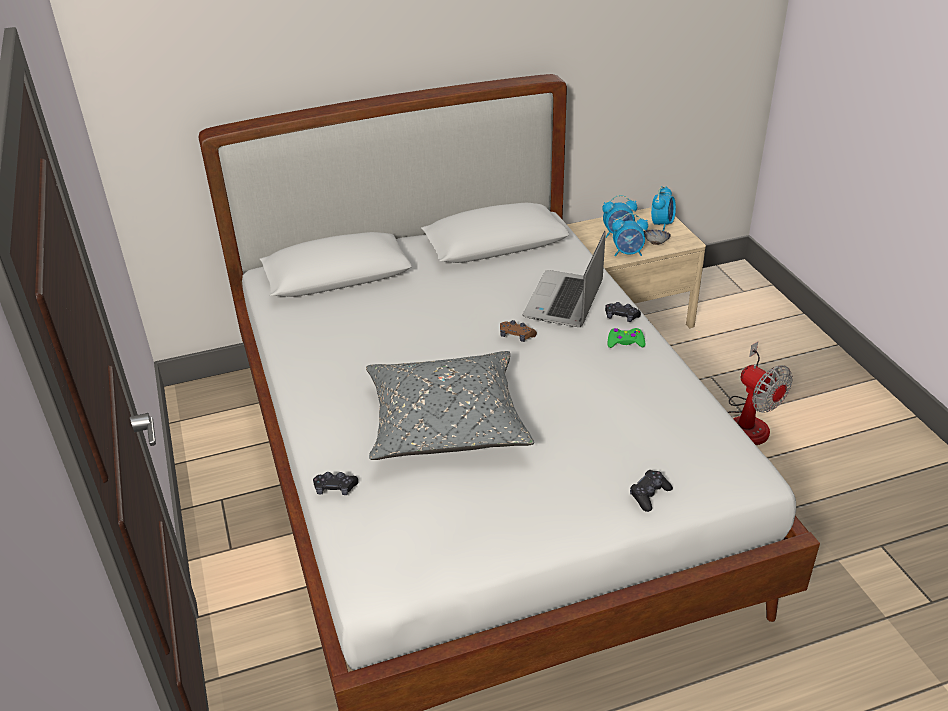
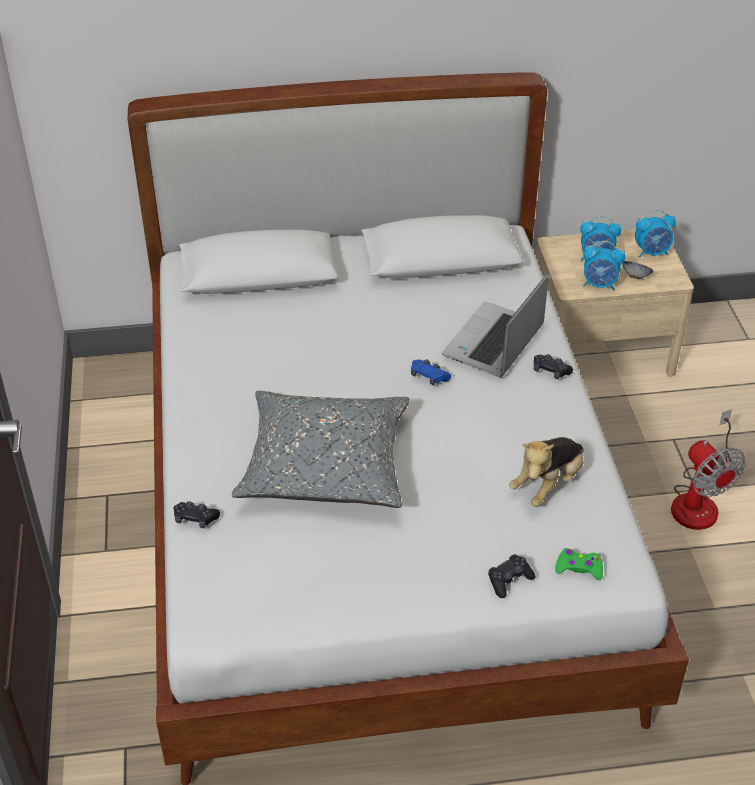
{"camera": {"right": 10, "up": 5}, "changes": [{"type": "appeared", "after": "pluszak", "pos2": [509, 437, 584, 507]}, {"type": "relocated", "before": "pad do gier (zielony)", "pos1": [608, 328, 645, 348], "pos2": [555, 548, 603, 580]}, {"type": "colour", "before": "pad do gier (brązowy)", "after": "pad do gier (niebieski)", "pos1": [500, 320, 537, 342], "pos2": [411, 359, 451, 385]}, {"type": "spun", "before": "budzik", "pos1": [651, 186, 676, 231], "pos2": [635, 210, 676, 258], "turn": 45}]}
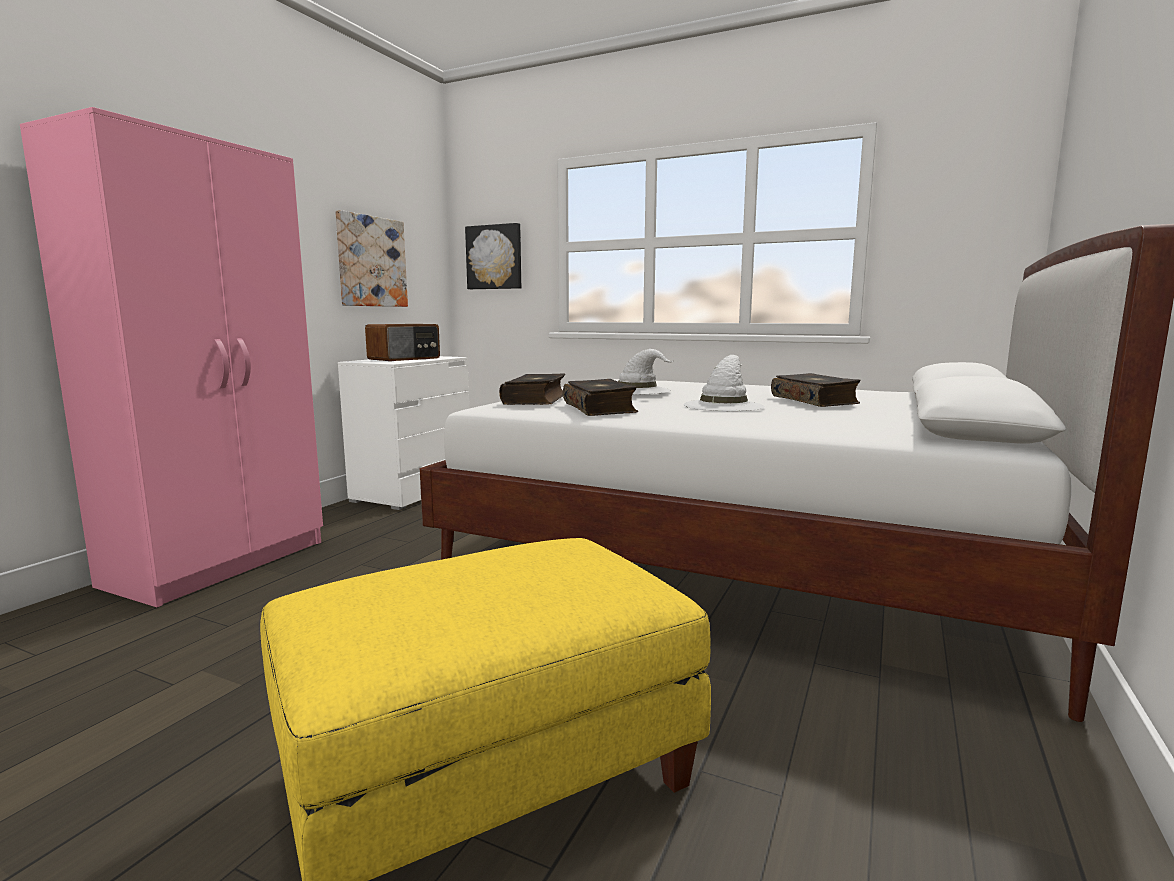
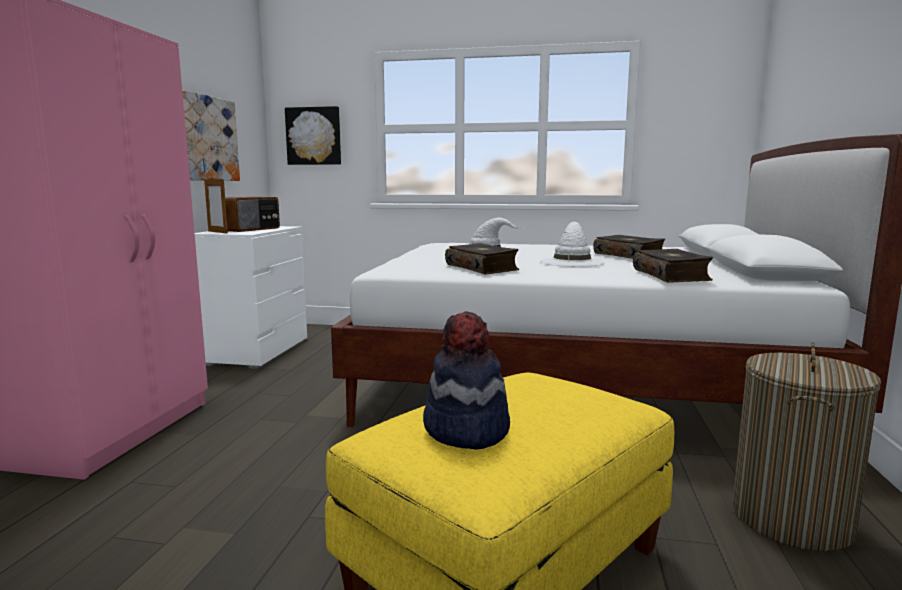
{"camera": {"right": -15, "up": 0}, "changes": [{"type": "appeared", "after": "ramka na zdjęcie", "pos2": [204, 178, 228, 234]}, {"type": "appeared", "after": "kapelusz", "pos2": [423, 311, 510, 450]}, {"type": "appeared", "after": "kosz na pranie", "pos2": [733, 342, 881, 551]}, {"type": "relocated", "before": "książka", "pos1": [499, 374, 565, 405], "pos2": [633, 249, 713, 282]}]}
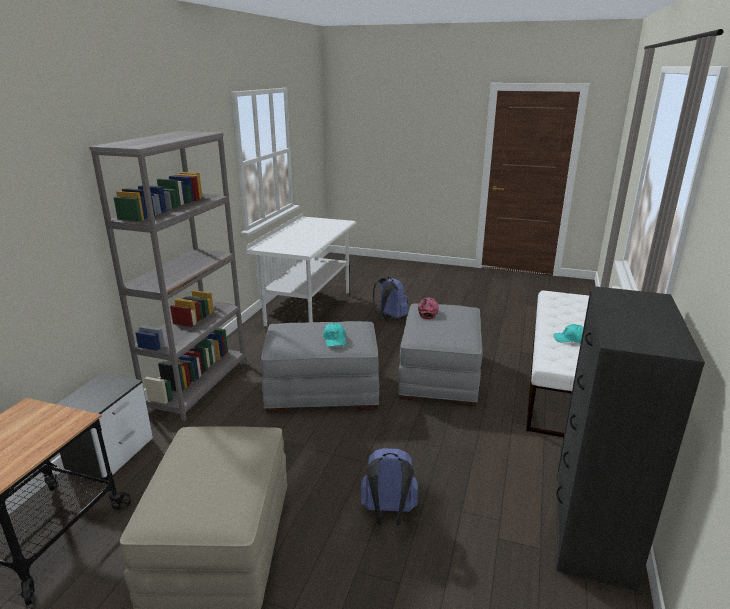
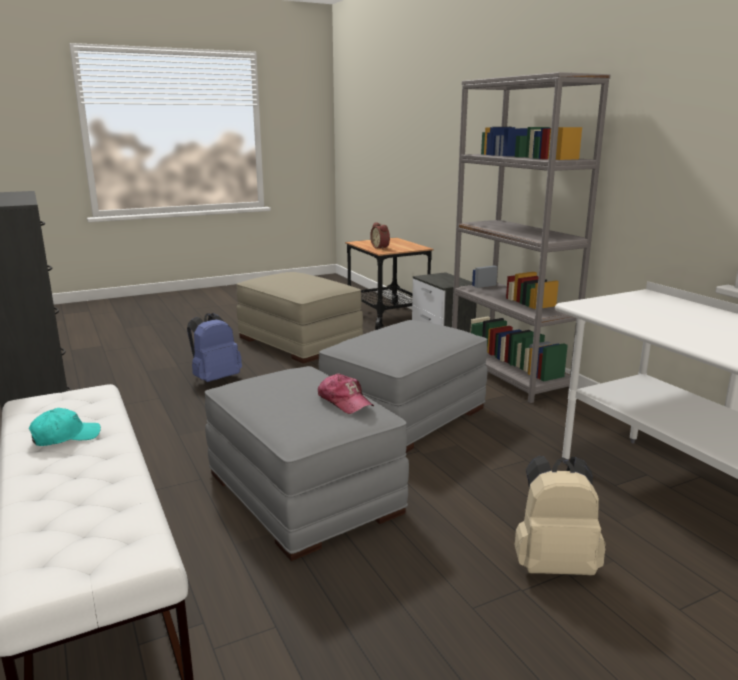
{"camera": {"right": 135, "up": -5}, "changes": [{"type": "missing", "before": "czapka z daszkiem (turkusowy)", "pos1": [323, 323, 346, 347]}, {"type": "appeared", "after": "budzik", "pos2": [370, 222, 390, 249]}, {"type": "colour", "before": "plecak (niebieski)", "after": "plecak (beżowy)", "pos1": [373, 277, 408, 322], "pos2": [515, 456, 606, 575]}]}
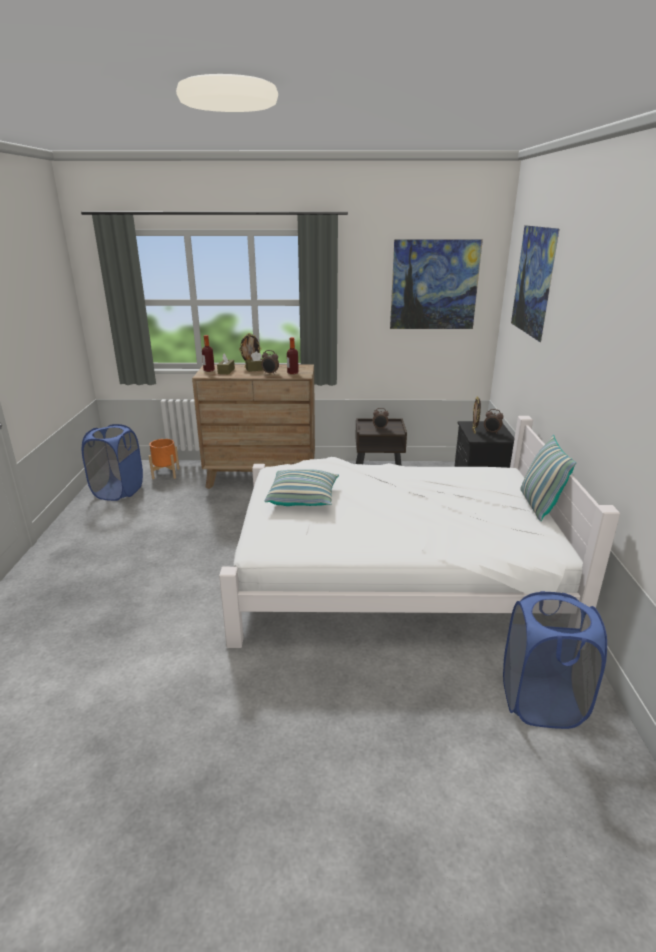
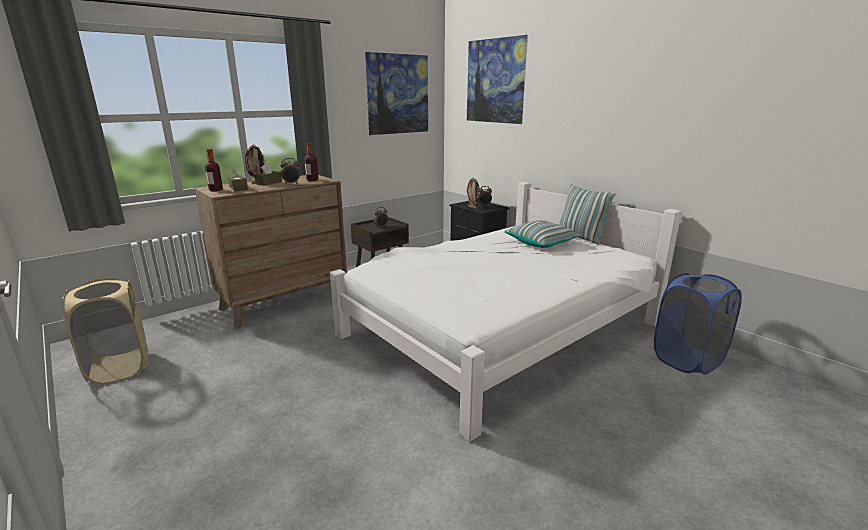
{"camera": {"right": -40, "up": -5}, "changes": [{"type": "missing", "before": "donica (pomarańczowy)", "pos1": [149, 439, 180, 479]}, {"type": "relocated", "before": "poduszka", "pos1": [265, 470, 339, 506], "pos2": [504, 220, 581, 248]}, {"type": "colour", "before": "kosz na pranie (niebieski)", "after": "kosz na pranie (beżowy)", "pos1": [82, 424, 143, 501], "pos2": [62, 278, 148, 385]}]}
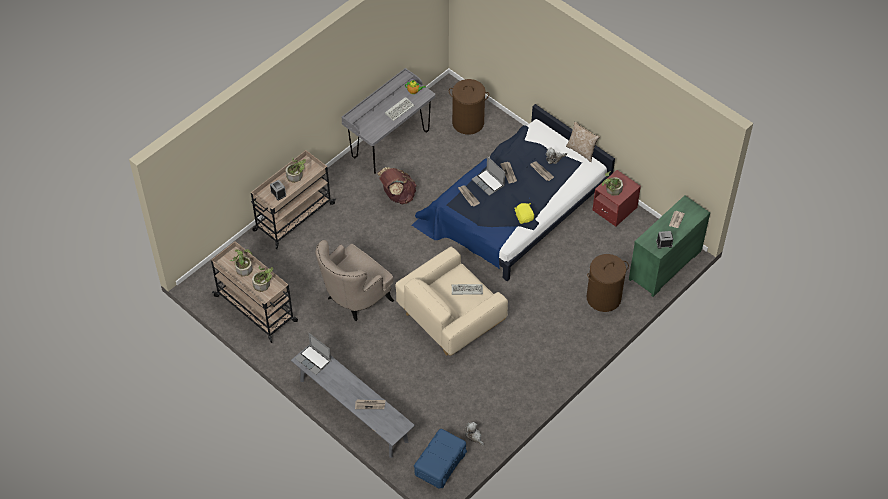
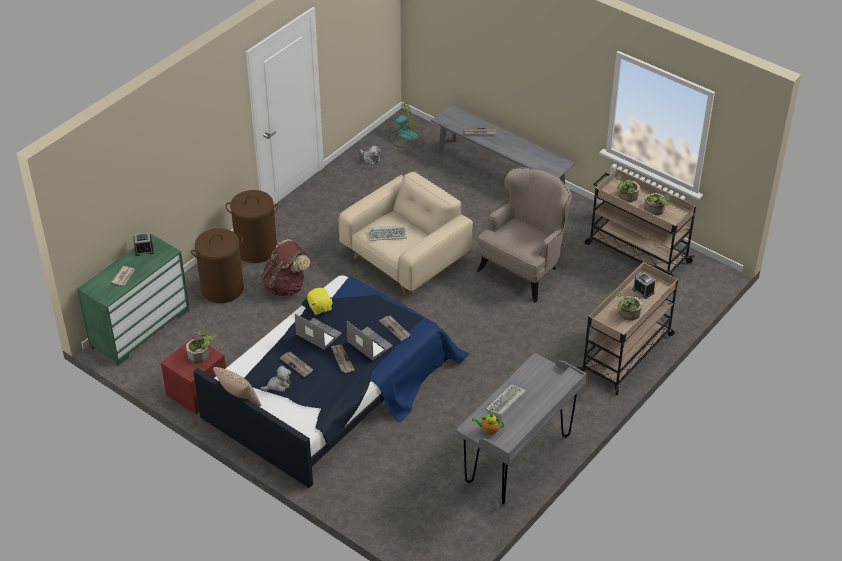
{"camera": {"right": 175, "up": -10}, "changes": [{"type": "relocated", "before": "laptop", "pos1": [295, 333, 331, 375], "pos2": [295, 314, 342, 350]}, {"type": "relocated", "before": "plecak (brązowy)", "pos1": [377, 167, 416, 204], "pos2": [261, 239, 310, 296]}, {"type": "relocated", "before": "kosz na pranie (brązowy)", "pos1": [449, 79, 489, 135], "pos2": [225, 190, 279, 263]}, {"type": "exchanged", "before": "pojemnik do przechowywania (niebieski)", "after": "wentylator", "pos1": [414, 429, 467, 489], "pos2": [387, 103, 418, 148]}]}
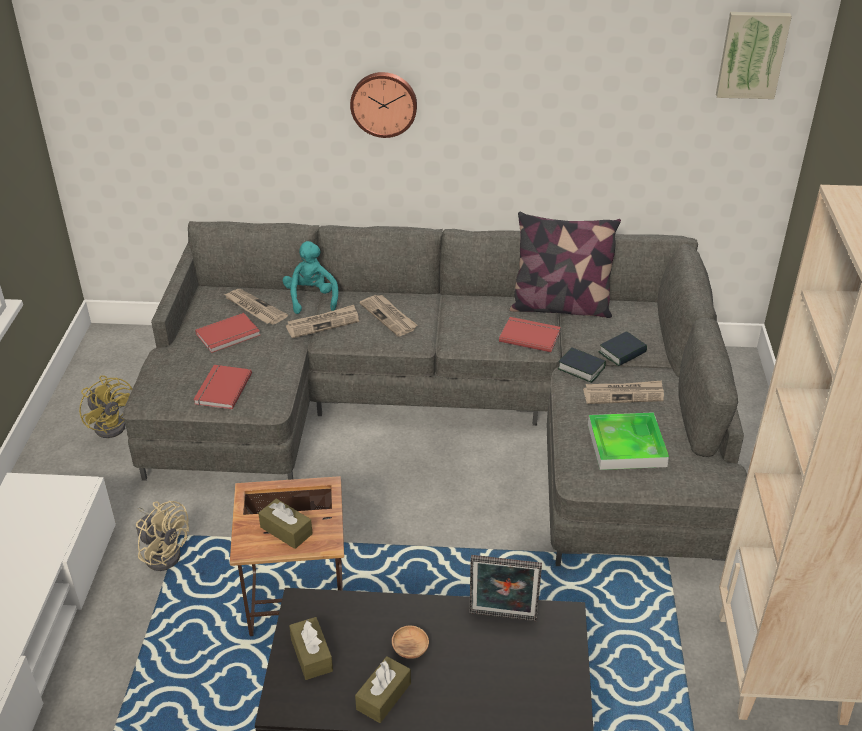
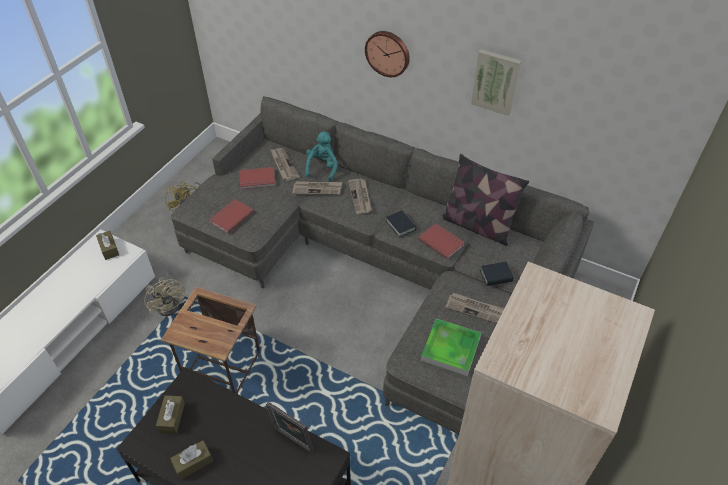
{"camera": {"right": 25, "up": 10}, "changes": [{"type": "missing", "before": "miska (brązowy)", "pos1": [392, 626, 429, 659]}, {"type": "relocated", "before": "pudełko chusteczek (brązowy)", "pos1": [258, 499, 313, 549], "pos2": [96, 231, 119, 260]}, {"type": "relocated", "before": "książka", "pos1": [558, 348, 606, 383], "pos2": [386, 210, 416, 238]}, {"type": "relocated", "before": "obraz", "pos1": [716, 12, 792, 99], "pos2": [471, 49, 522, 116]}]}
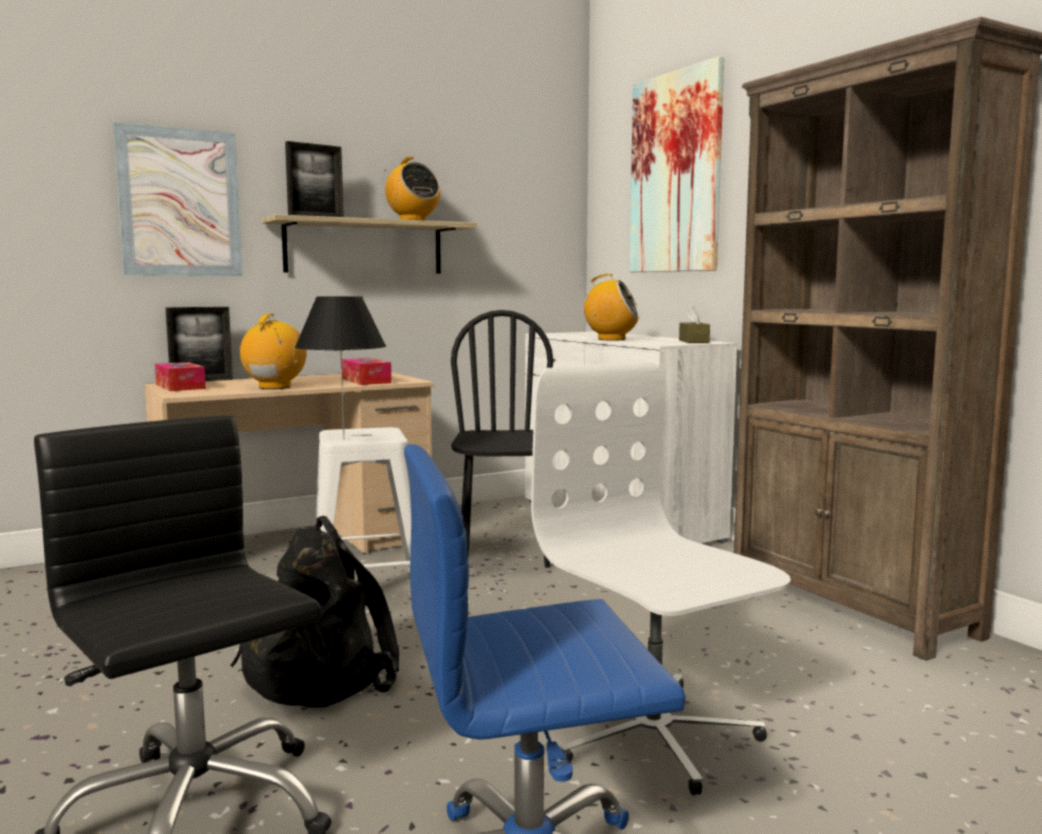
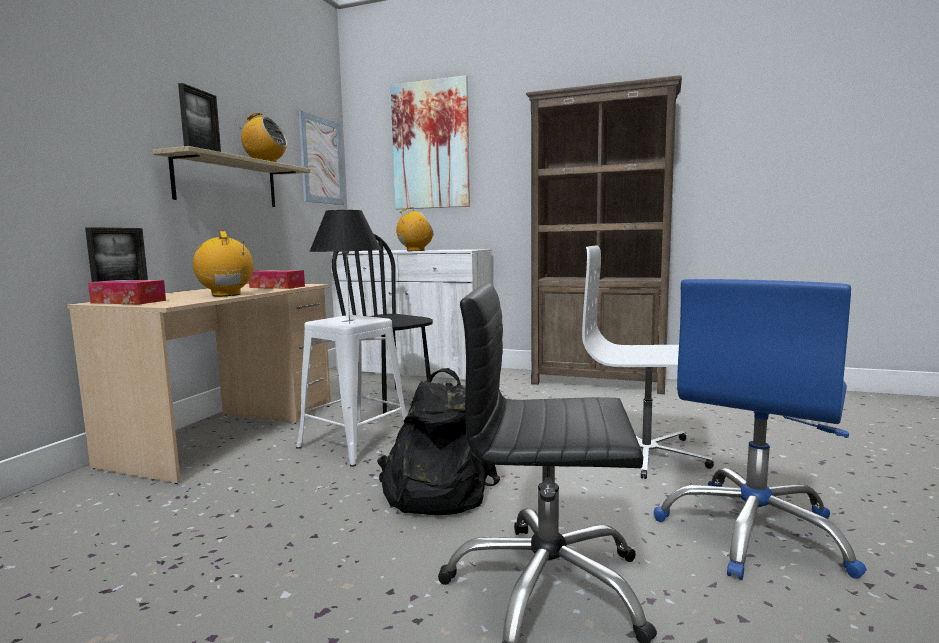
{"camera": {"right": -40, "up": 0}, "changes": [{"type": "missing", "before": "pudełko chusteczek (brązowy)", "pos1": [679, 306, 710, 343]}, {"type": "relocated", "before": "obraz", "pos1": [113, 123, 242, 276], "pos2": [298, 111, 344, 205]}]}
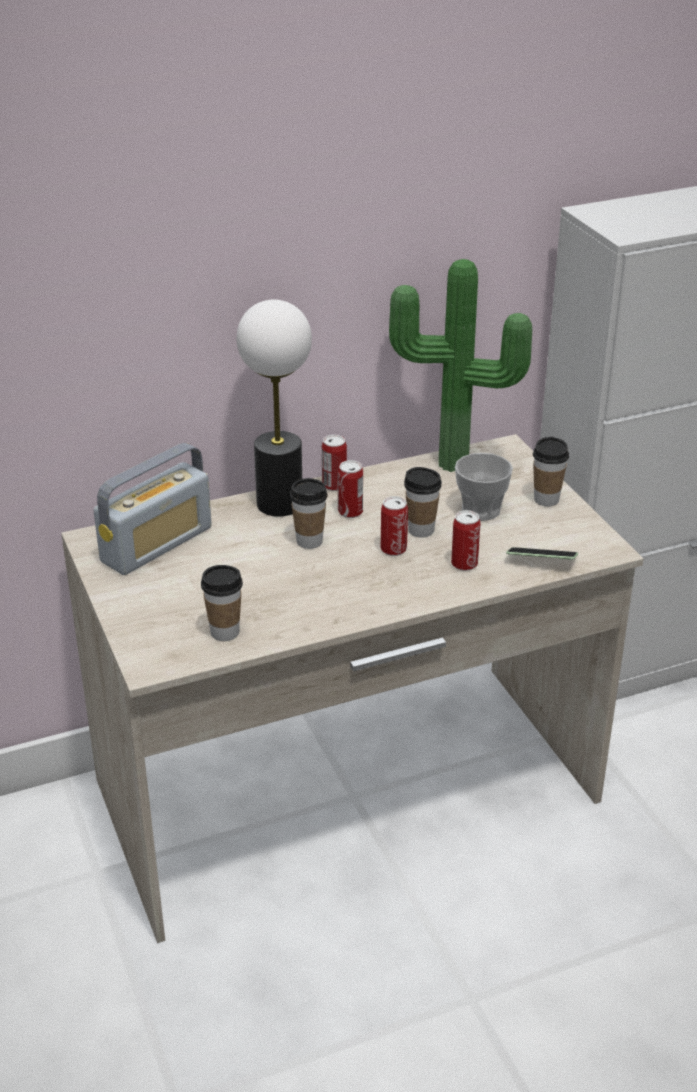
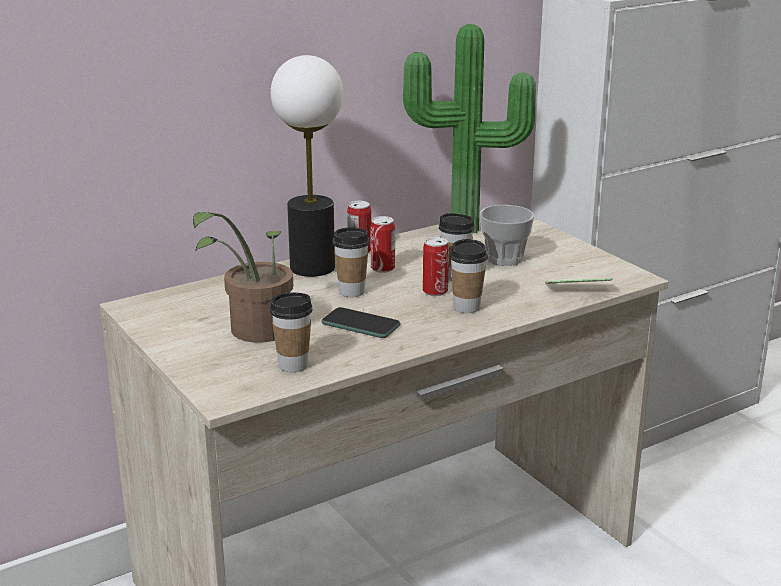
{"camera": {"right": -10, "up": -10}, "changes": [{"type": "missing", "before": "radio", "pos1": [94, 443, 212, 575]}, {"type": "missing", "before": "puszka", "pos1": [451, 510, 481, 571]}, {"type": "appeared", "after": "roślina doniczkowa", "pos2": [193, 212, 293, 343]}, {"type": "appeared", "after": "telefon", "pos2": [321, 307, 401, 338]}, {"type": "relocated", "before": "filiżanka", "pos1": [533, 437, 569, 507], "pos2": [449, 239, 488, 313]}]}
